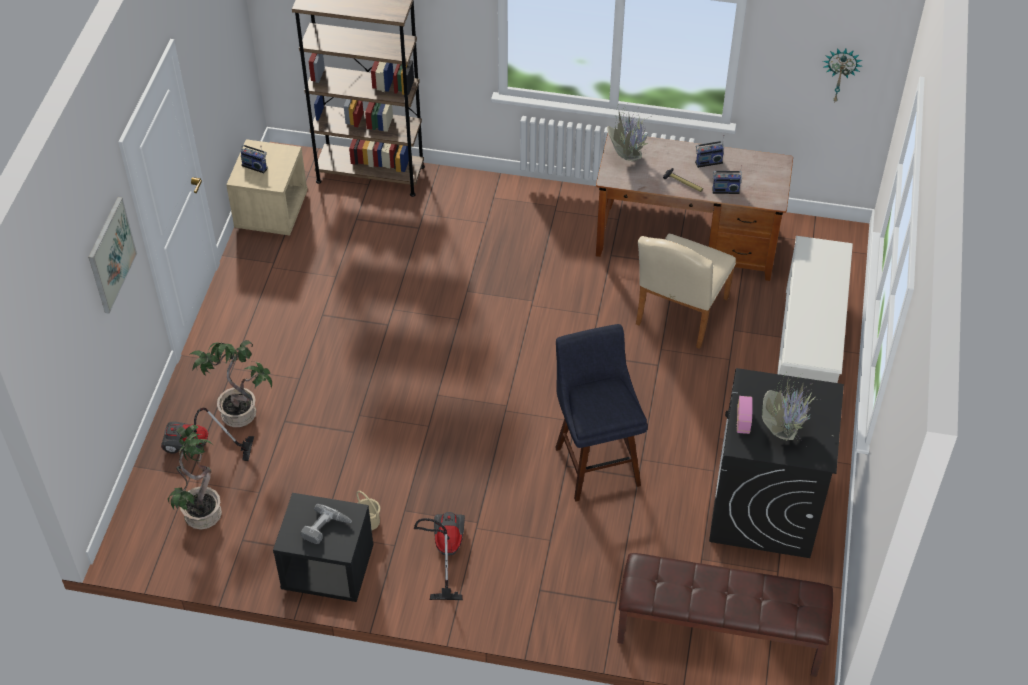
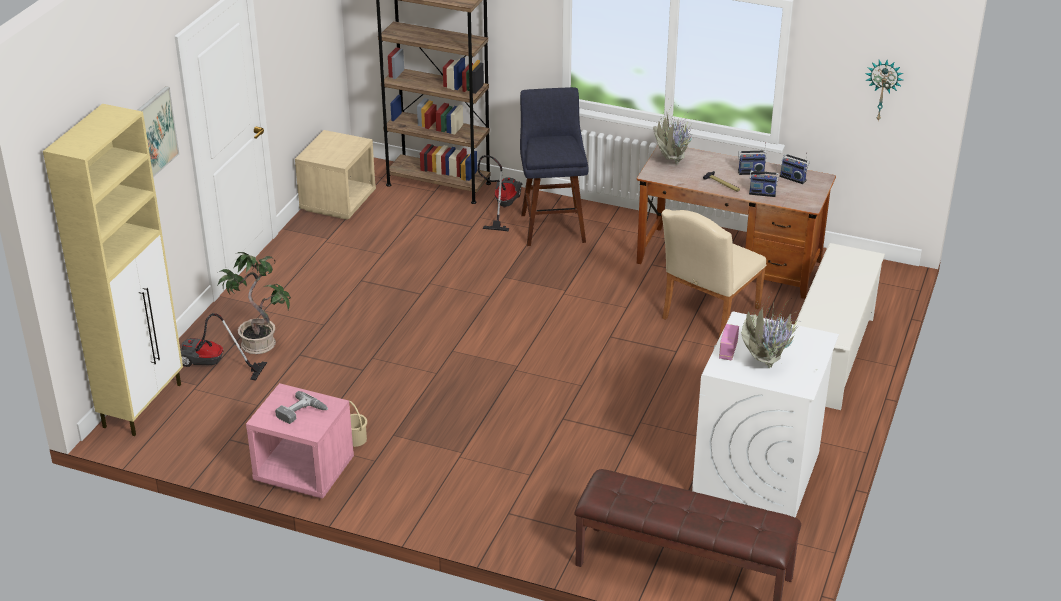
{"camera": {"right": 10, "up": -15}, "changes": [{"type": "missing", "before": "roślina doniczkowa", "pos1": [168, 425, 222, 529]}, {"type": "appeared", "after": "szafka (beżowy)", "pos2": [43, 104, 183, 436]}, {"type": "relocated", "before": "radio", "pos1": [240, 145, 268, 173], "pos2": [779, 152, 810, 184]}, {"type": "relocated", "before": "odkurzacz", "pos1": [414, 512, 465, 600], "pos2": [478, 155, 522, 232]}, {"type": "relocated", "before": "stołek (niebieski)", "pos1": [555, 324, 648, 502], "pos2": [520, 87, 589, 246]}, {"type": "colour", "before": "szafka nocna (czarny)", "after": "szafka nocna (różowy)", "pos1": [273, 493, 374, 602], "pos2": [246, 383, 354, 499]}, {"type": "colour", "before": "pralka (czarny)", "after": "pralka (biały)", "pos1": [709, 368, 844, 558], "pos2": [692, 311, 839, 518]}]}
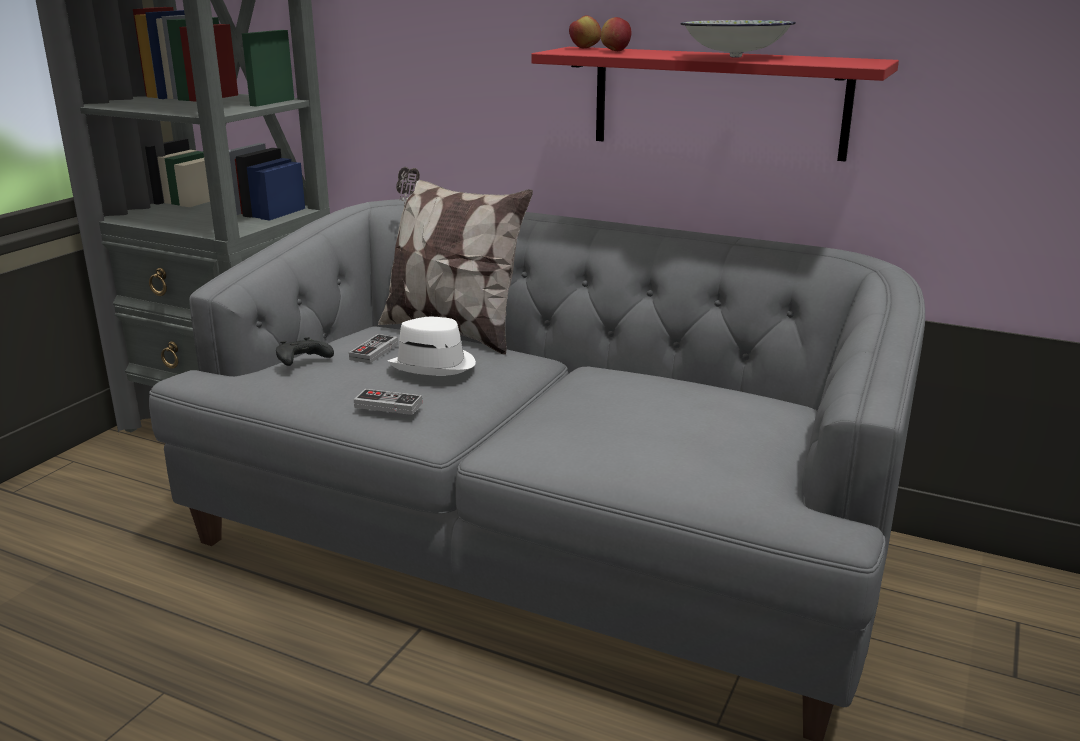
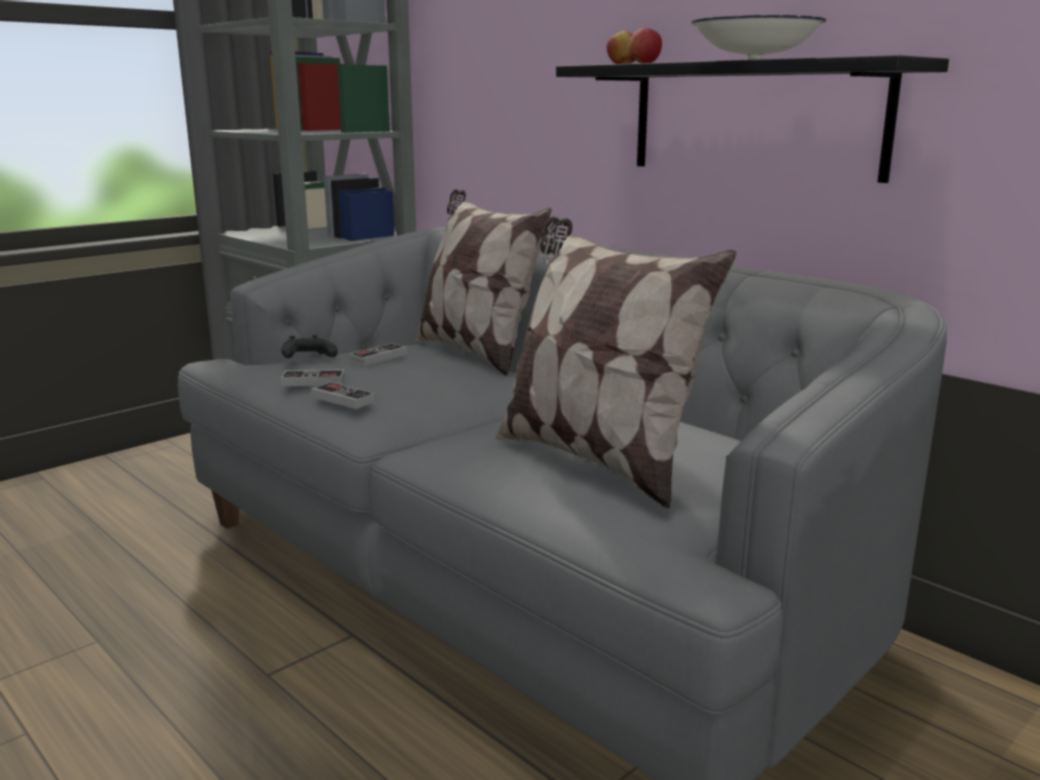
{"camera": {"right": 20, "up": -5}, "changes": [{"type": "missing", "before": "kapelusz (biały)", "pos1": [388, 317, 476, 376]}, {"type": "appeared", "after": "pad do gier", "pos2": [281, 369, 345, 386]}, {"type": "appeared", "after": "poduszka", "pos2": [495, 216, 736, 508]}, {"type": "colour", "before": "półka (czerwony)", "after": "półka (czarny)", "pos1": [531, 47, 899, 162], "pos2": [556, 55, 949, 183]}]}
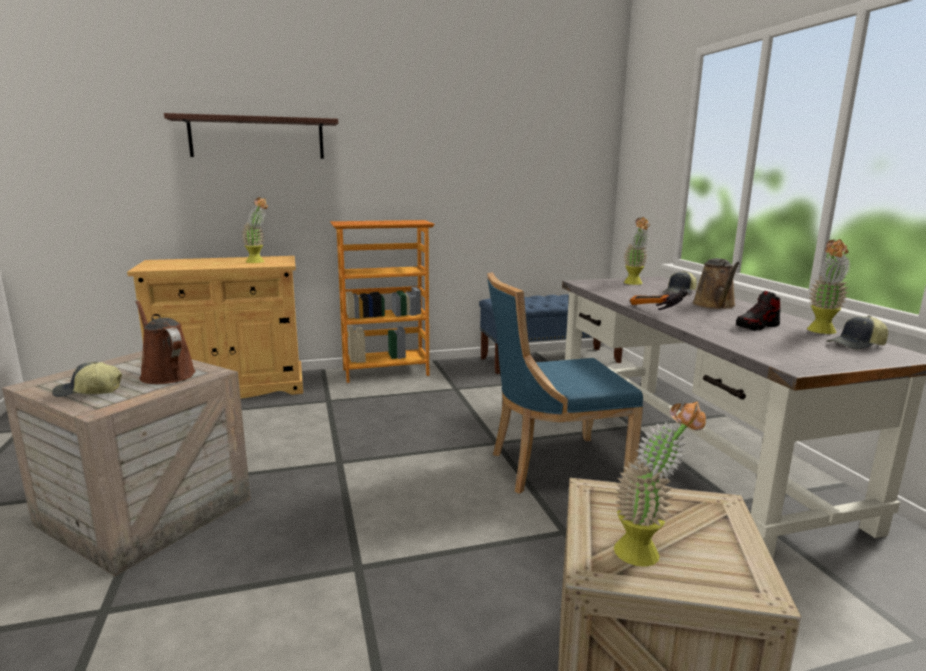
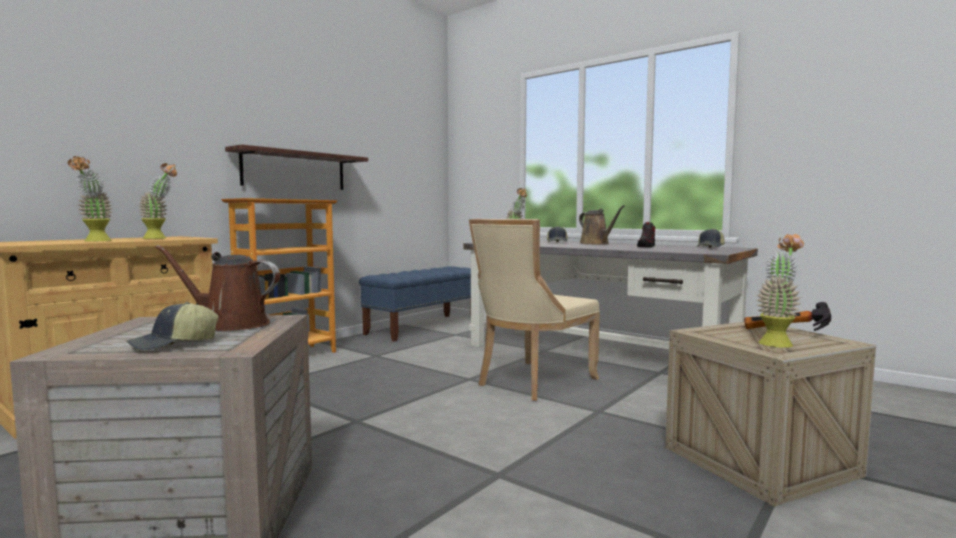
{"camera": {"right": -35, "up": -10}, "changes": [{"type": "relocated", "before": "półka", "pos1": [164, 113, 338, 159], "pos2": [225, 144, 368, 190]}, {"type": "relocated", "before": "młotek", "pos1": [630, 289, 688, 310], "pos2": [744, 302, 831, 331]}, {"type": "relocated", "before": "roślina doniczkowa", "pos1": [807, 239, 851, 334], "pos2": [68, 156, 113, 242]}, {"type": "colour", "before": "krzesło (niebieski)", "after": "krzesło (beżowy)", "pos1": [487, 272, 643, 494], "pos2": [469, 219, 600, 401]}]}
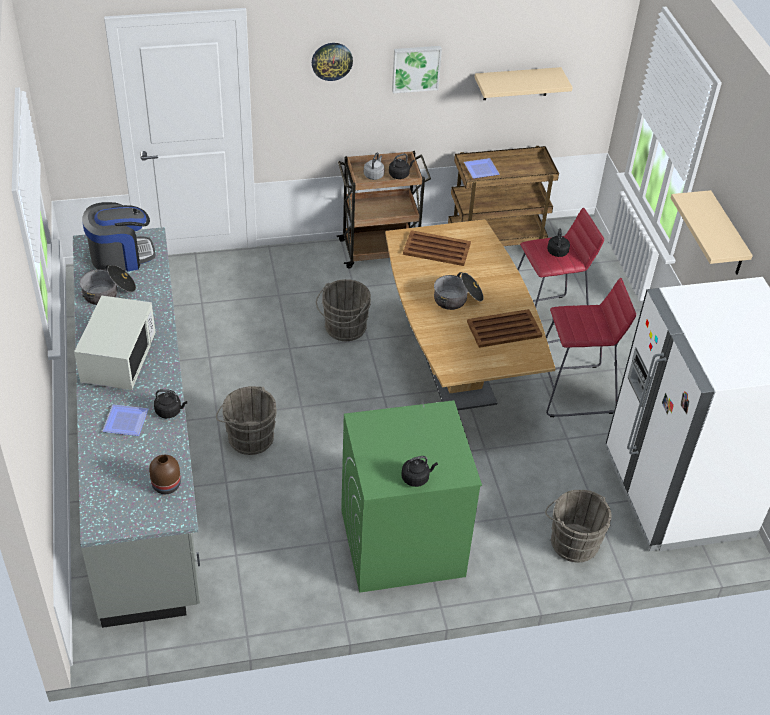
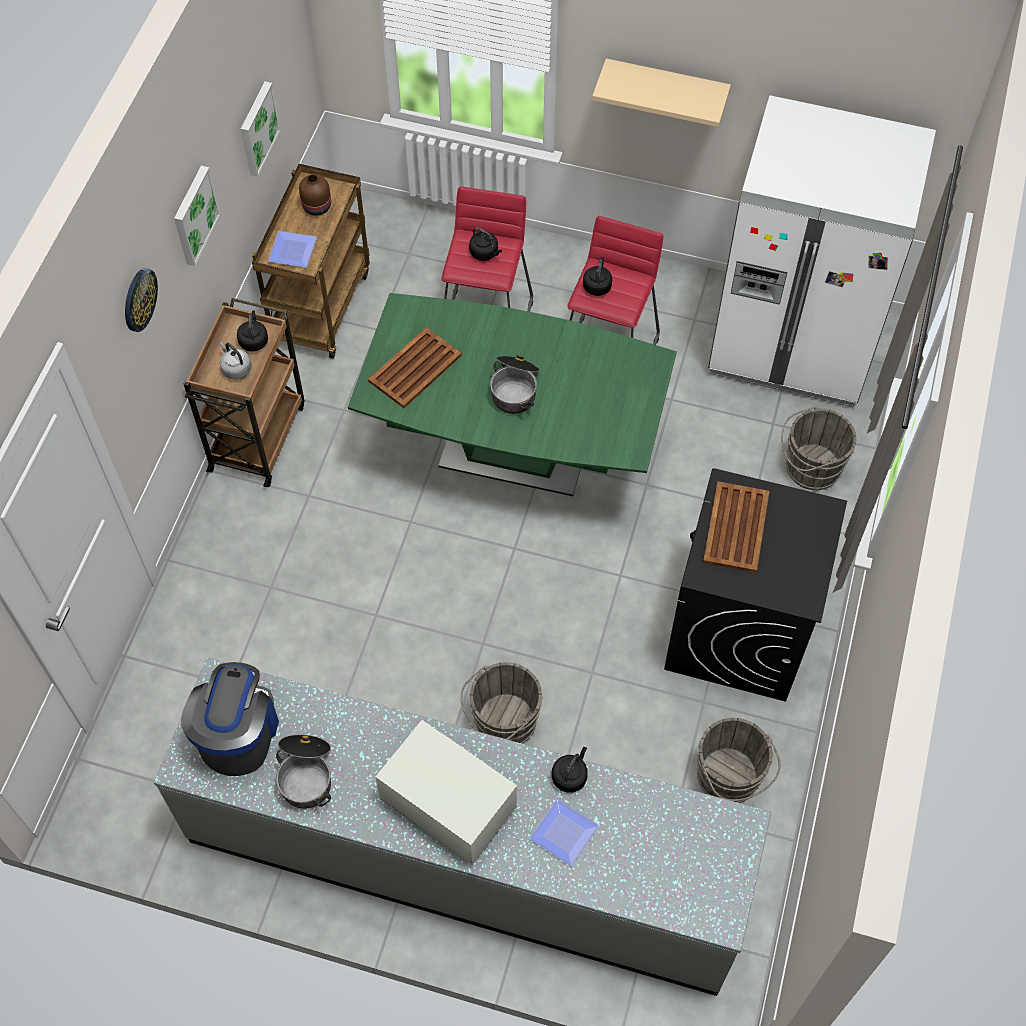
{"camera": {"right": -60, "up": 15}, "changes": [{"type": "relocated", "before": "wazon (brązowy)", "pos1": [149, 455, 181, 494], "pos2": [299, 174, 331, 216]}, {"type": "relocated", "before": "wiadro (szary)", "pos1": [316, 279, 371, 341], "pos2": [697, 718, 781, 803]}, {"type": "relocated", "before": "czajnik (czarny)", "pos1": [401, 456, 438, 487], "pos2": [583, 257, 612, 296]}, {"type": "relocated", "before": "taca (brązowy)", "pos1": [467, 309, 542, 348], "pos2": [703, 481, 769, 573]}, {"type": "exchanged", "before": "półka (beżowy)", "after": "obraz", "pos1": [475, 67, 573, 100], "pos2": [241, 81, 281, 177]}, {"type": "colour", "before": "pralka (zielony)", "after": "pralka (czarny)", "pos1": [341, 400, 482, 593], "pos2": [664, 468, 847, 702]}, {"type": "colour", "before": "stół jadalny (brązowy)", "after": "stół jadalny (zielony)", "pos1": [385, 219, 556, 410], "pos2": [348, 293, 677, 496]}]}
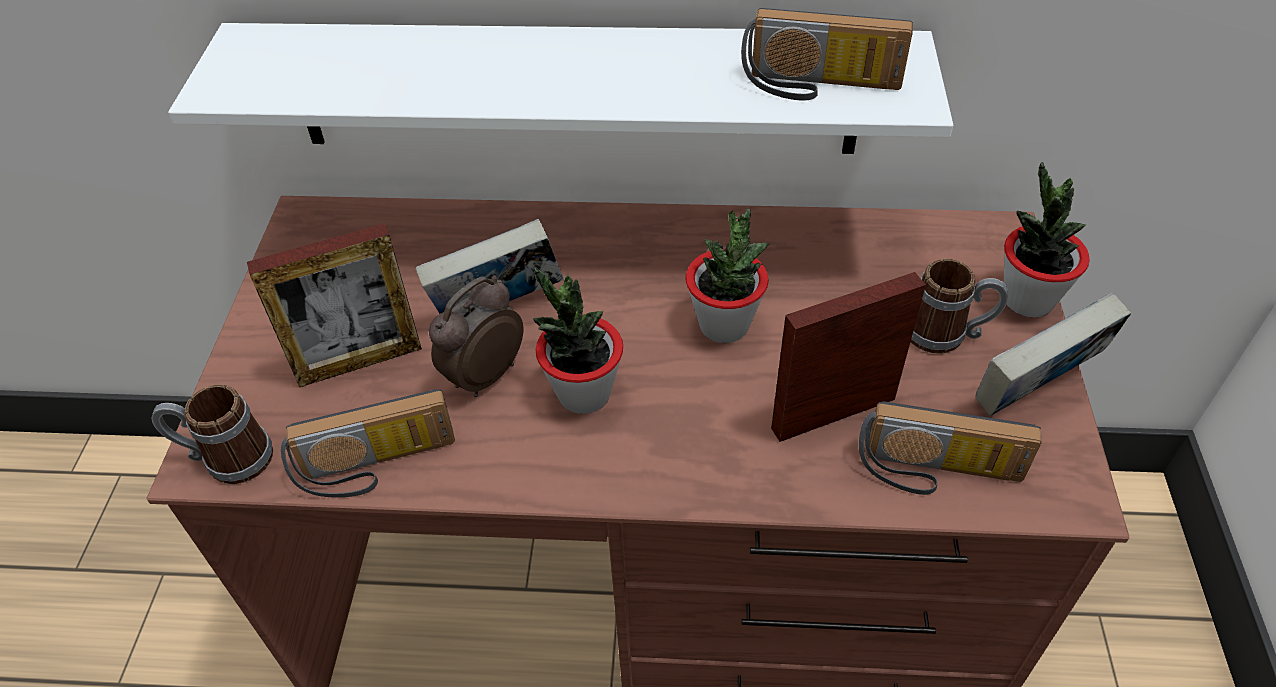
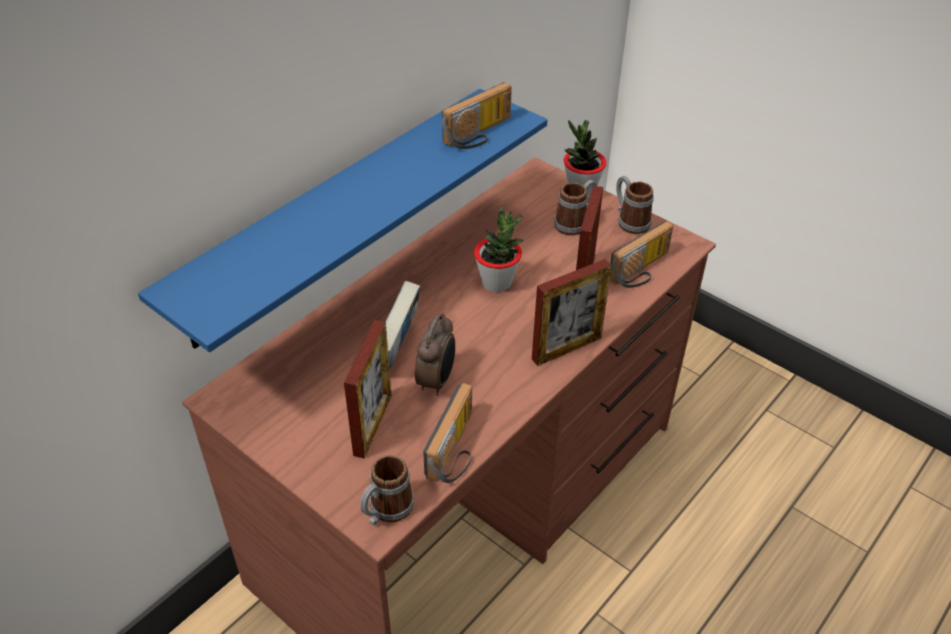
{"camera": {"right": -55, "up": -5}, "changes": [{"type": "missing", "before": "roślina doniczkowa", "pos1": [533, 267, 623, 414]}, {"type": "appeared", "after": "ramka na zdjęcie", "pos2": [532, 259, 612, 366]}, {"type": "exchanged", "before": "książka", "after": "kubek", "pos1": [975, 293, 1131, 416], "pos2": [616, 176, 654, 234]}, {"type": "colour", "before": "półka (biały)", "after": "półka (niebieski)", "pos1": [168, 23, 953, 154], "pos2": [138, 89, 547, 352]}, {"type": "spun", "before": "budzik", "pos1": [429, 275, 523, 397], "pos2": [415, 313, 455, 396], "turn": -150}]}
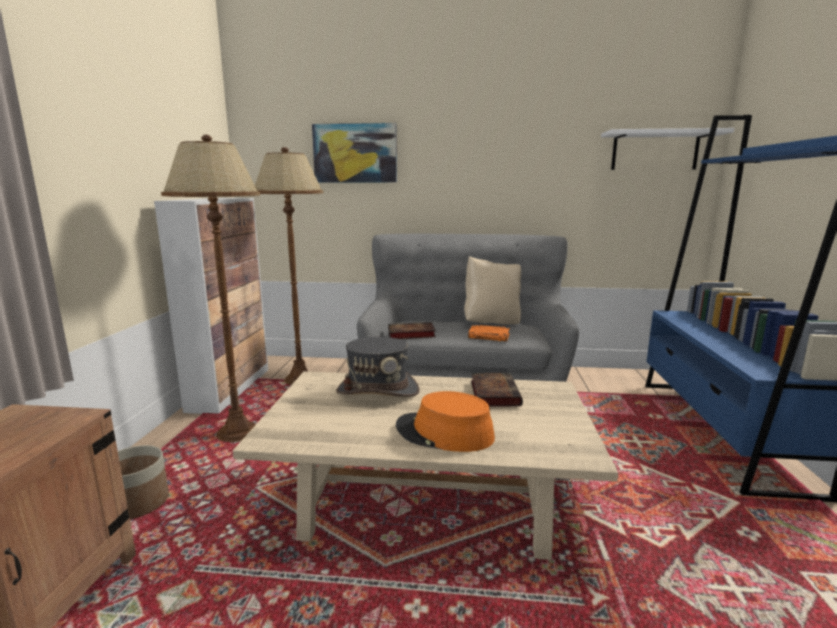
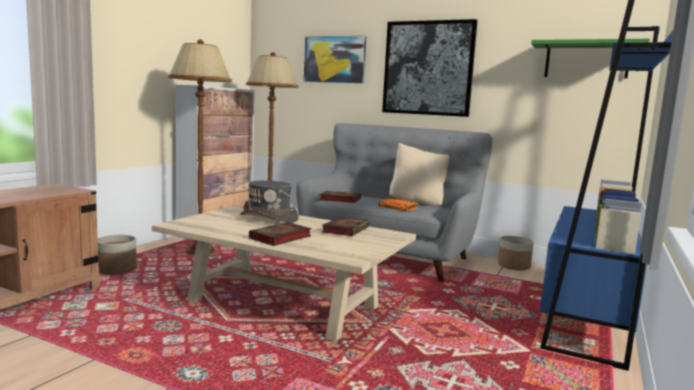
{"camera": {"right": 20, "up": -5}, "changes": [{"type": "appeared", "after": "obraz", "pos2": [382, 19, 478, 117]}, {"type": "appeared", "after": "donica", "pos2": [498, 236, 534, 270]}, {"type": "exchanged", "before": "kapelusz (pomarańczowy)", "after": "książka", "pos1": [396, 391, 495, 452], "pos2": [249, 222, 312, 246]}, {"type": "colour", "before": "półka (biały)", "after": "półka (zielony)", "pos1": [601, 128, 734, 170], "pos2": [531, 39, 650, 78]}]}
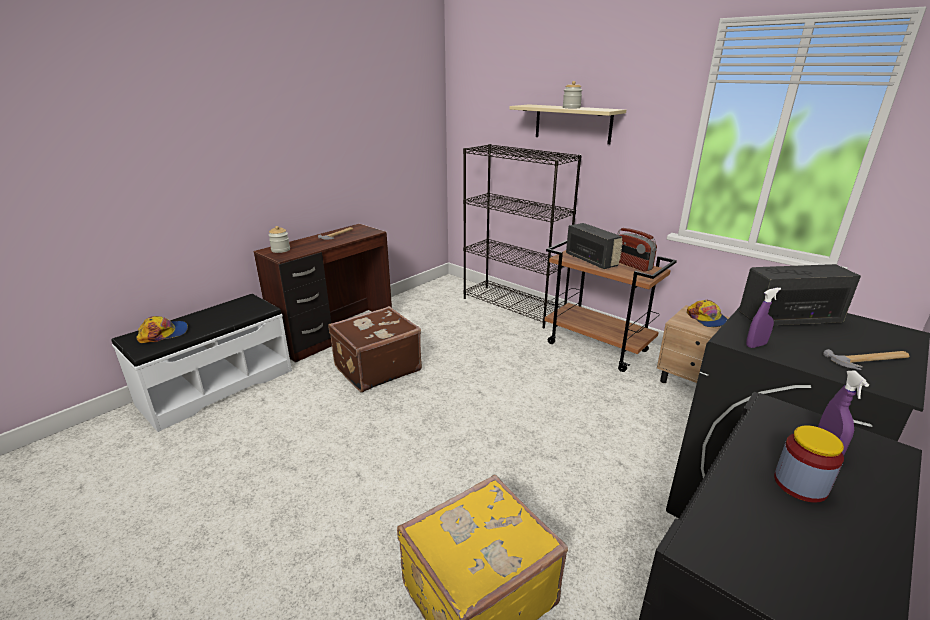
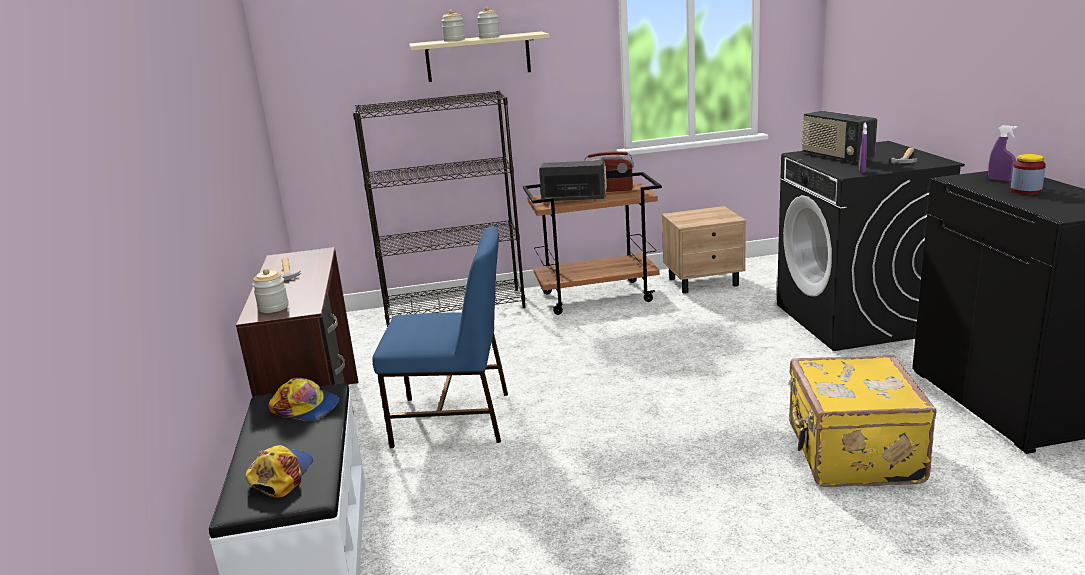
{"camera": {"right": -50, "up": -5}, "changes": [{"type": "appeared", "after": "słoik", "pos2": [442, 10, 465, 41]}, {"type": "relocated", "before": "czapka z daszkiem", "pos1": [687, 300, 727, 327], "pos2": [269, 378, 339, 421]}, {"type": "exchanged", "before": "walizka (brązowy)", "after": "krzesło (niebieski)", "pos1": [328, 306, 422, 393], "pos2": [372, 226, 508, 448]}, {"type": "spun", "before": "radio", "pos1": [739, 264, 861, 325], "pos2": [801, 111, 877, 163], "turn": -60}]}
